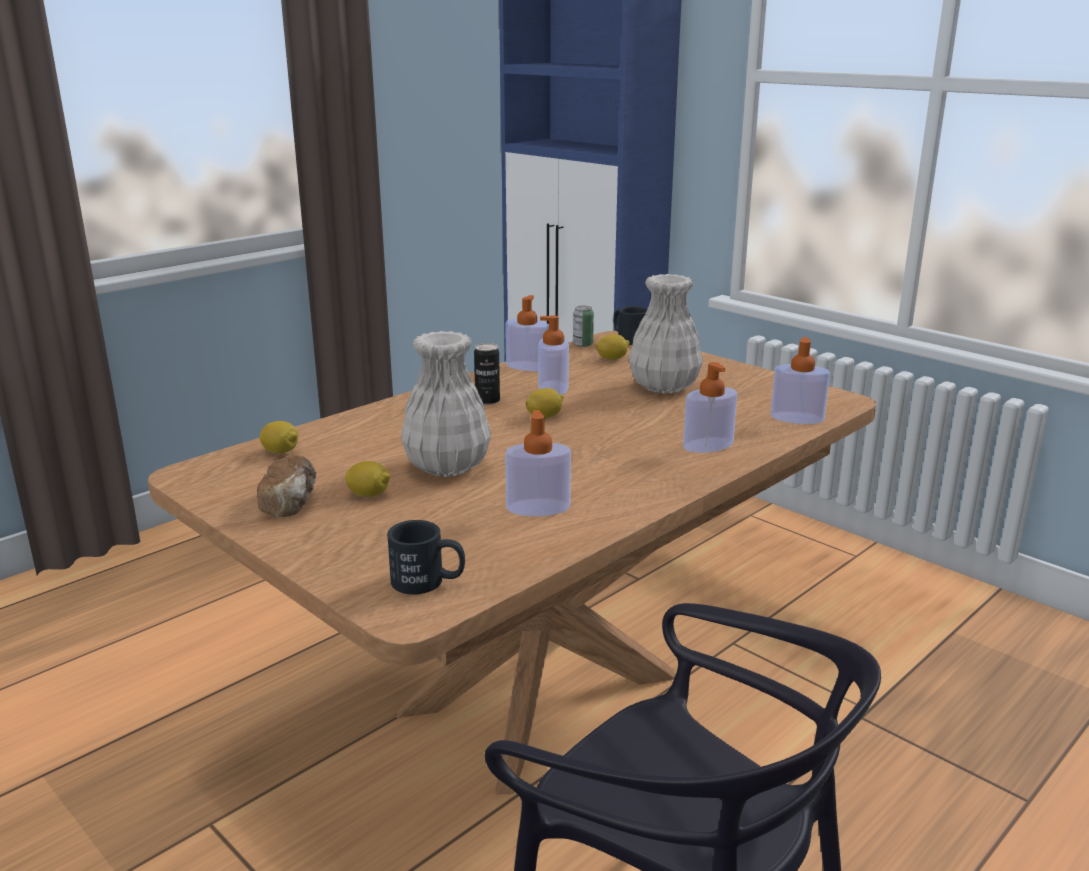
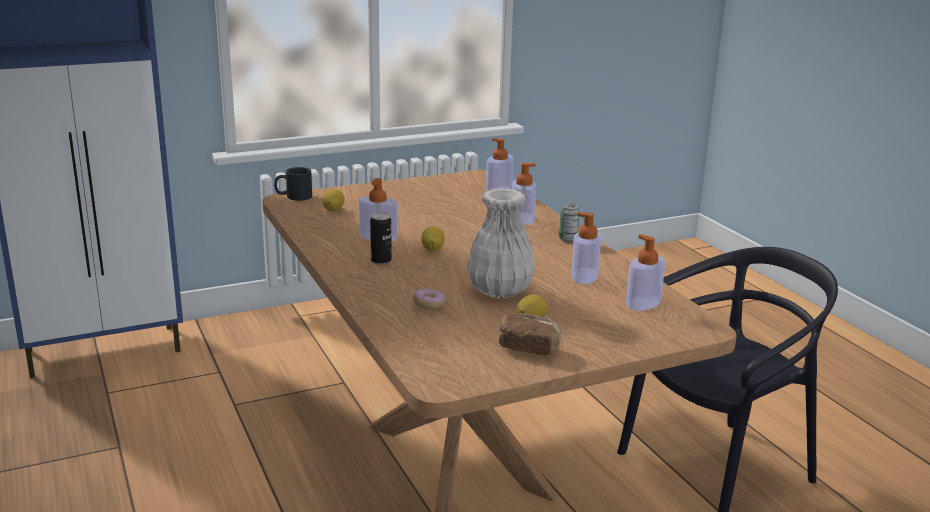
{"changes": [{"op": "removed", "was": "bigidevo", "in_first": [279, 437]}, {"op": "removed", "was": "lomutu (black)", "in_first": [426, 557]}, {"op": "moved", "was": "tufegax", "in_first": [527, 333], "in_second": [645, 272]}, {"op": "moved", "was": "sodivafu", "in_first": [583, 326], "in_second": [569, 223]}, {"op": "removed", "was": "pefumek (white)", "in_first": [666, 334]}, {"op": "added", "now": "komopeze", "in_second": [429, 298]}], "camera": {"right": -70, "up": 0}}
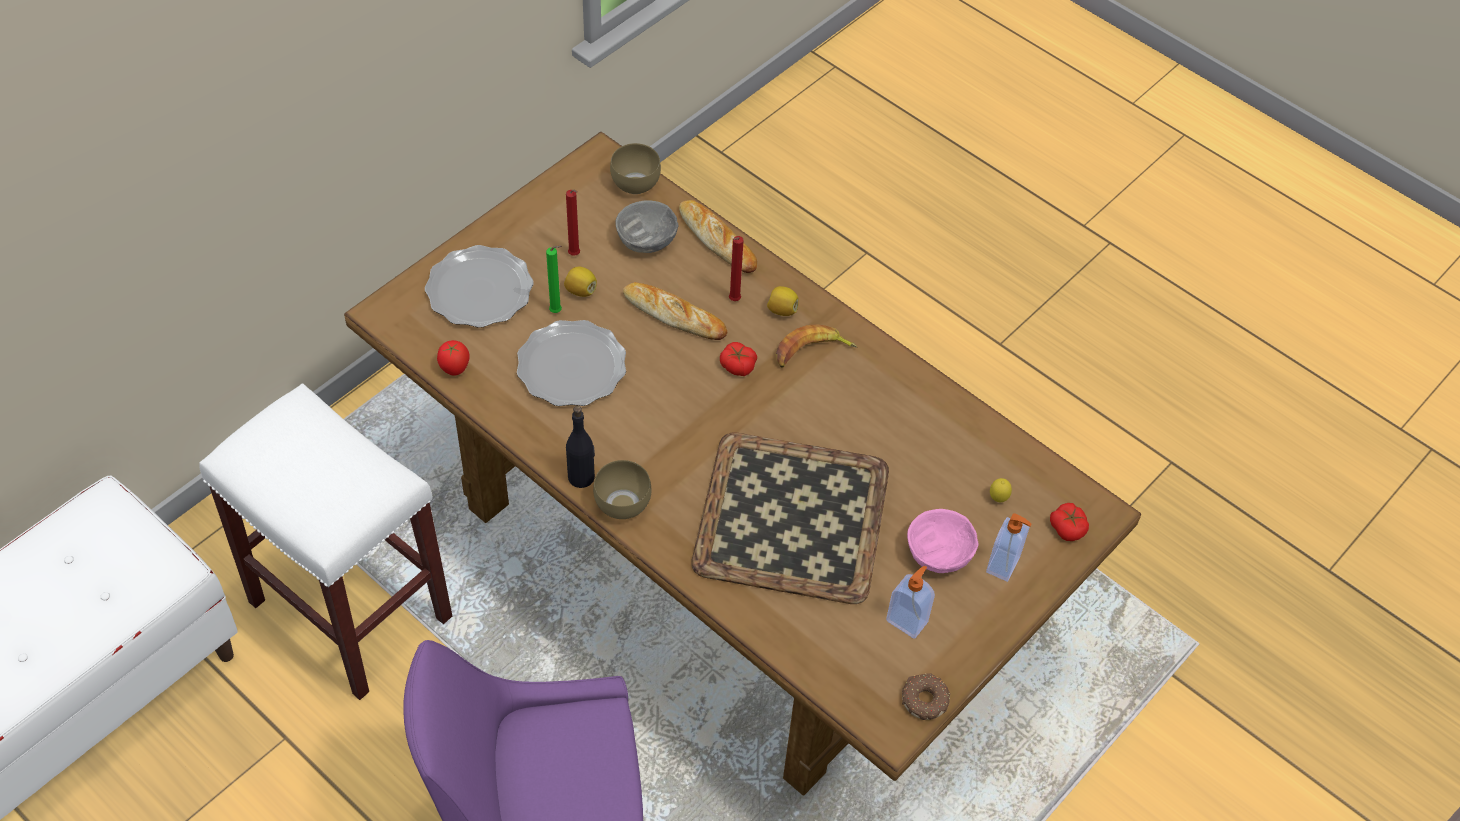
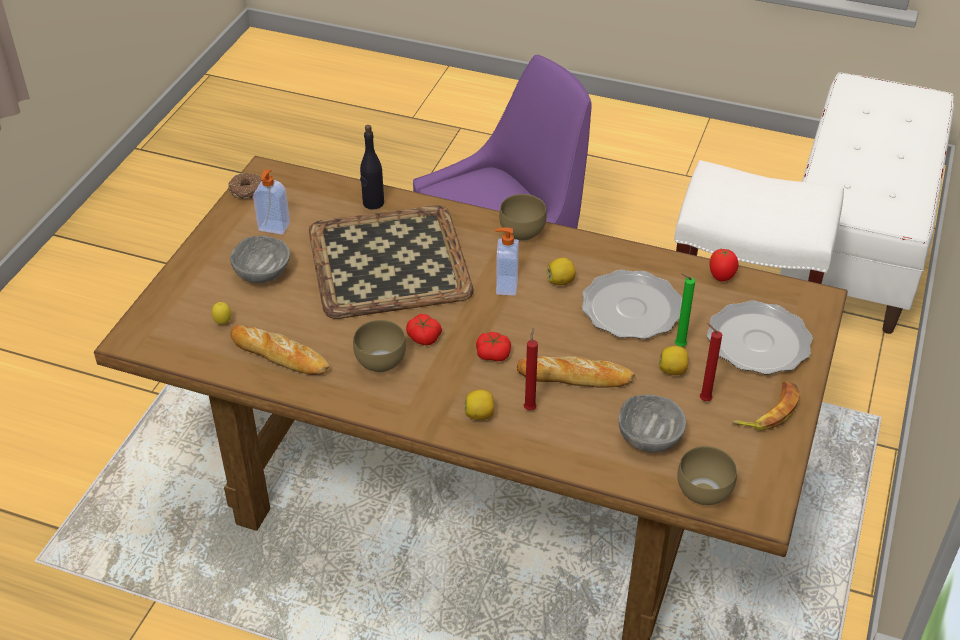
{"changes": [{"op": "moved", "was": "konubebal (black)", "in_first": [580, 447], "in_second": [372, 167]}, {"op": "moved", "was": "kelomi", "in_first": [718, 236], "in_second": [280, 350]}, {"op": "moved", "was": "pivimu", "in_first": [816, 346], "in_second": [766, 406]}, {"op": "recoloured", "was": "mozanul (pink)", "now": "mozanul (grey)", "in_first": [943, 541], "in_second": [260, 259]}, {"op": "moved", "was": "tufegax", "in_first": [1009, 547], "in_second": [507, 261]}, {"op": "moved", "was": "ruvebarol", "in_first": [1069, 522], "in_second": [424, 330]}, {"op": "added", "now": "mozanul (brown)", "in_second": [379, 346]}, {"op": "added", "now": "bigidevo", "in_second": [561, 271]}], "camera": {"right": 160, "up": -10}}
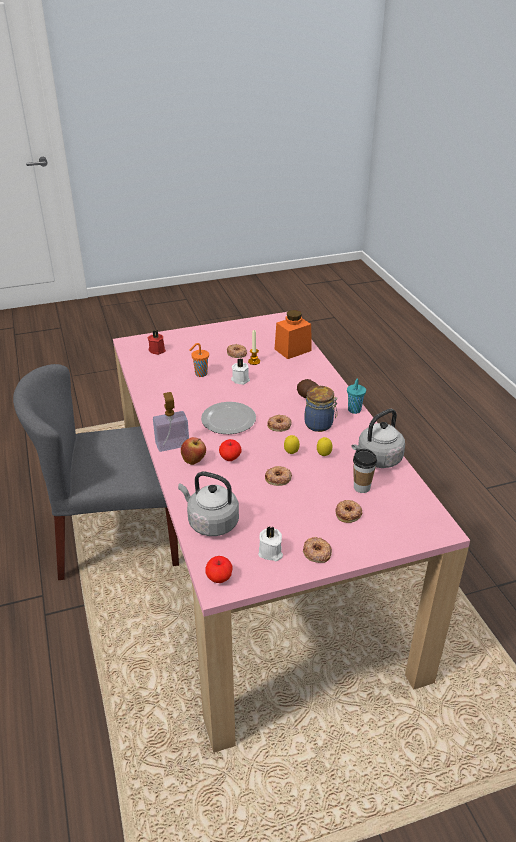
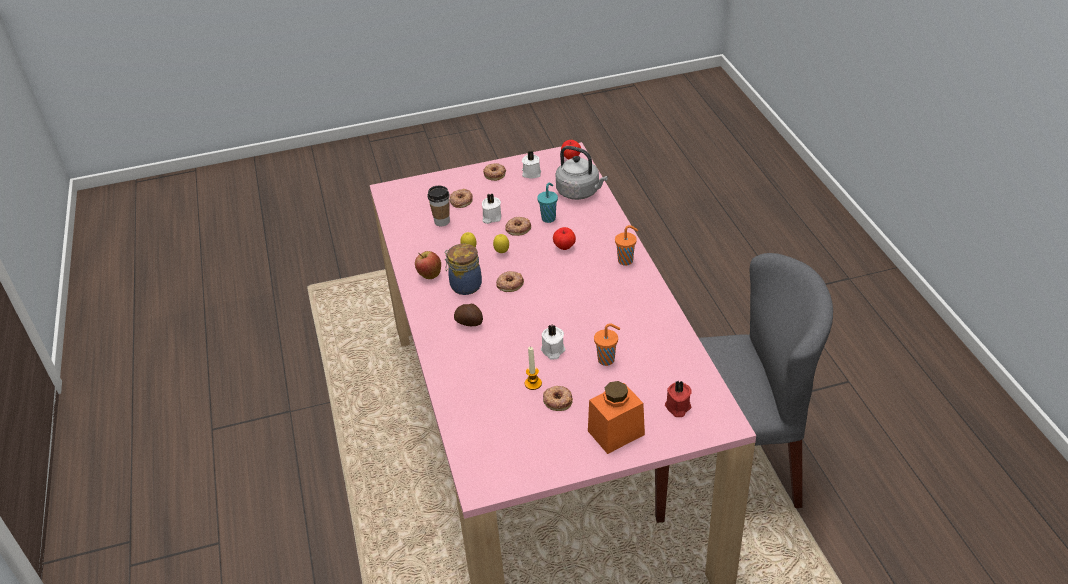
{"changes": [{"op": "replaced", "was": "tufegax", "now": "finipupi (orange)", "in_first": [171, 422], "in_second": [626, 245]}, {"op": "moved", "was": "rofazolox", "in_first": [193, 451], "in_second": [428, 265]}, {"op": "removed", "was": "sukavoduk", "in_first": [228, 418]}, {"op": "moved", "was": "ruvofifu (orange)", "in_first": [293, 334], "in_second": [616, 417]}, {"op": "moved", "was": "finipupi (turquoise)", "in_first": [356, 396], "in_second": [547, 203]}, {"op": "removed", "was": "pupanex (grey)", "in_first": [378, 438]}, {"op": "added", "now": "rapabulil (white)", "in_second": [491, 208]}], "camera": {"right": -175, "up": 5}}
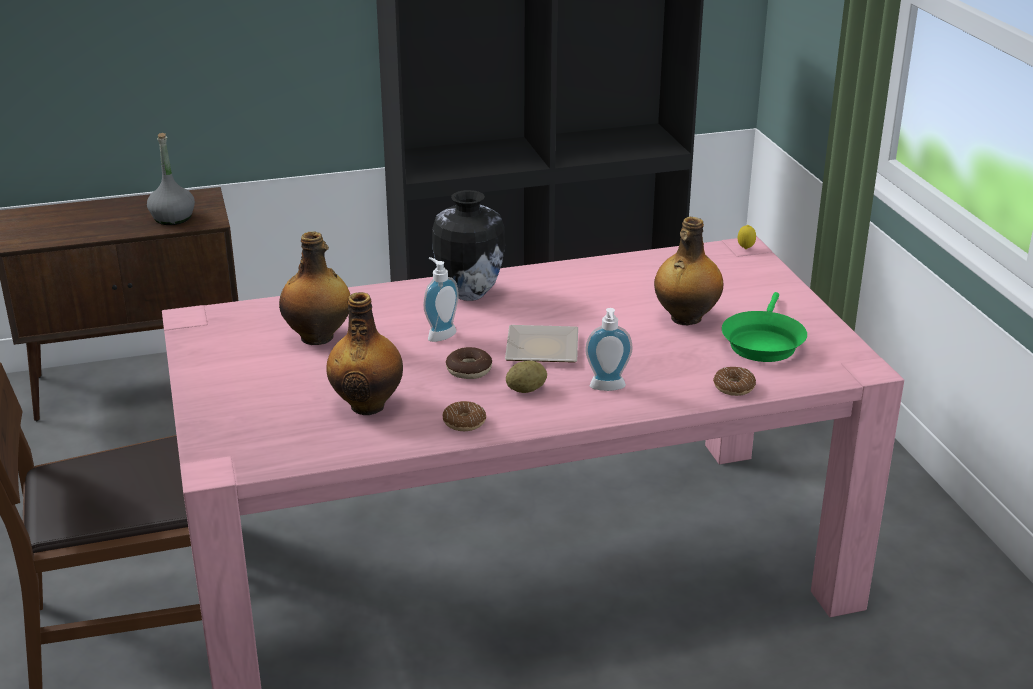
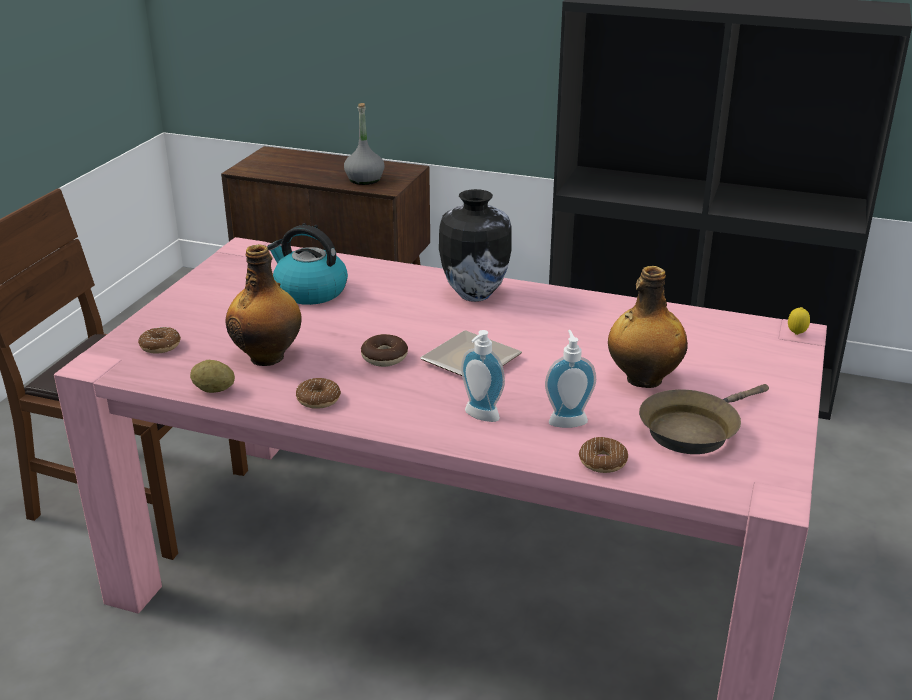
{"changes": [{"op": "replaced", "was": "konubebal", "now": "pupanex", "in_first": [314, 288], "in_second": [307, 265]}, {"op": "moved", "was": "tufegax", "in_first": [441, 299], "in_second": [570, 379]}, {"op": "moved", "was": "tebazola", "in_first": [526, 377], "in_second": [212, 376]}, {"op": "recoloured", "was": "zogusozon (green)", "now": "zogusozon (brown)", "in_first": [764, 327], "in_second": [704, 419]}, {"op": "added", "now": "komopeze", "in_second": [159, 340]}], "camera": {"right": 35, "up": 0}}
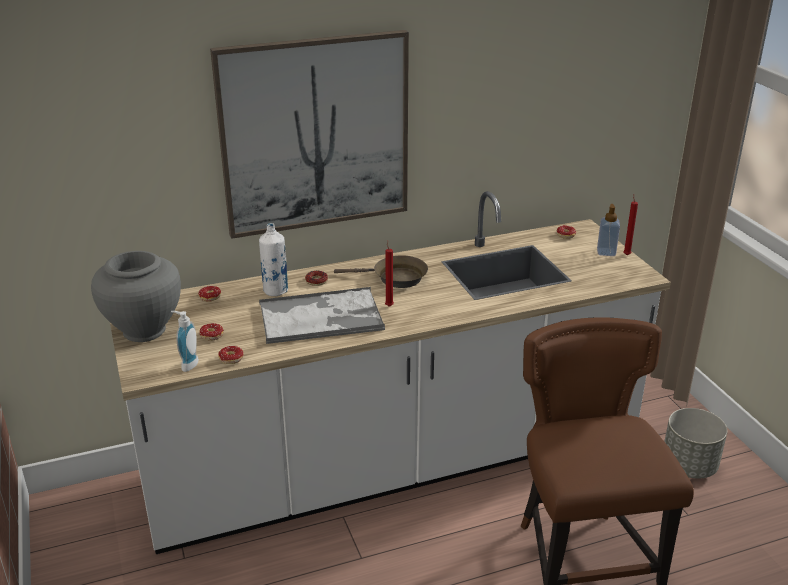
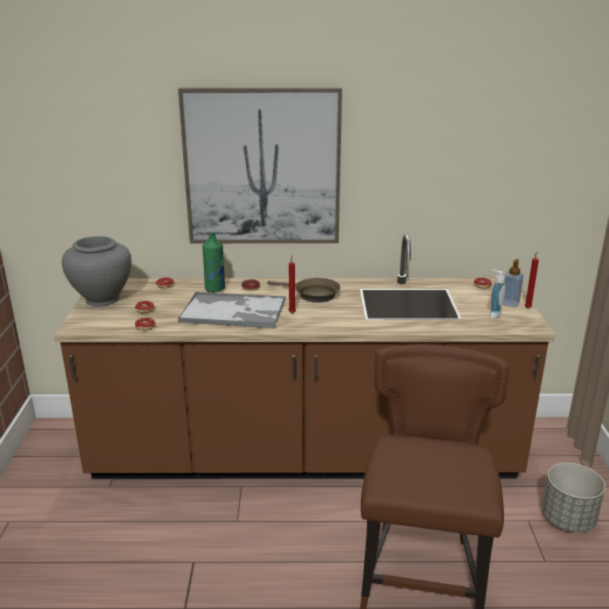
{"changes": [{"op": "recoloured", "was": "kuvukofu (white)", "now": "kuvukofu (brown)", "in_first": [390, 372], "in_second": [304, 356]}, {"op": "moved", "was": "tufegax", "in_first": [185, 341], "in_second": [497, 294]}, {"op": "recoloured", "was": "konubebal (white)", "now": "konubebal (green)", "in_first": [273, 259], "in_second": [213, 262]}], "camera": {"right": 20, "up": -5}}
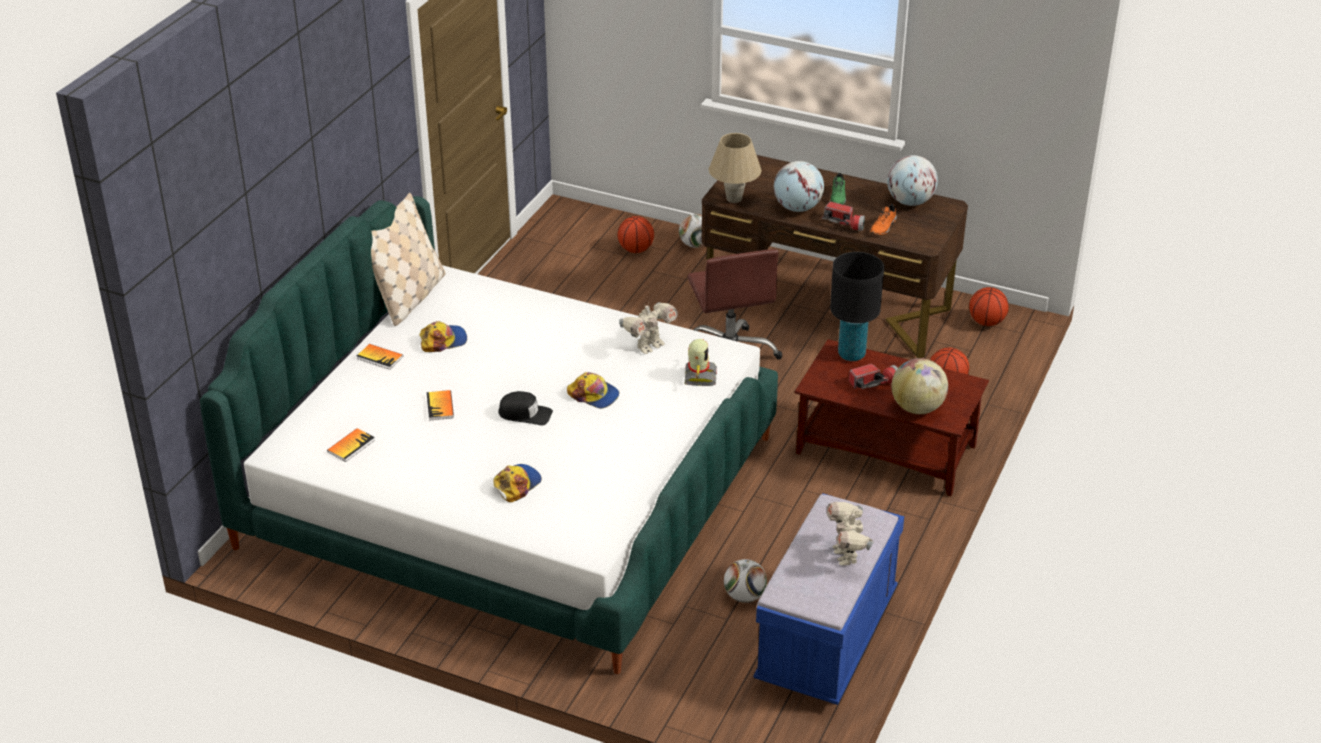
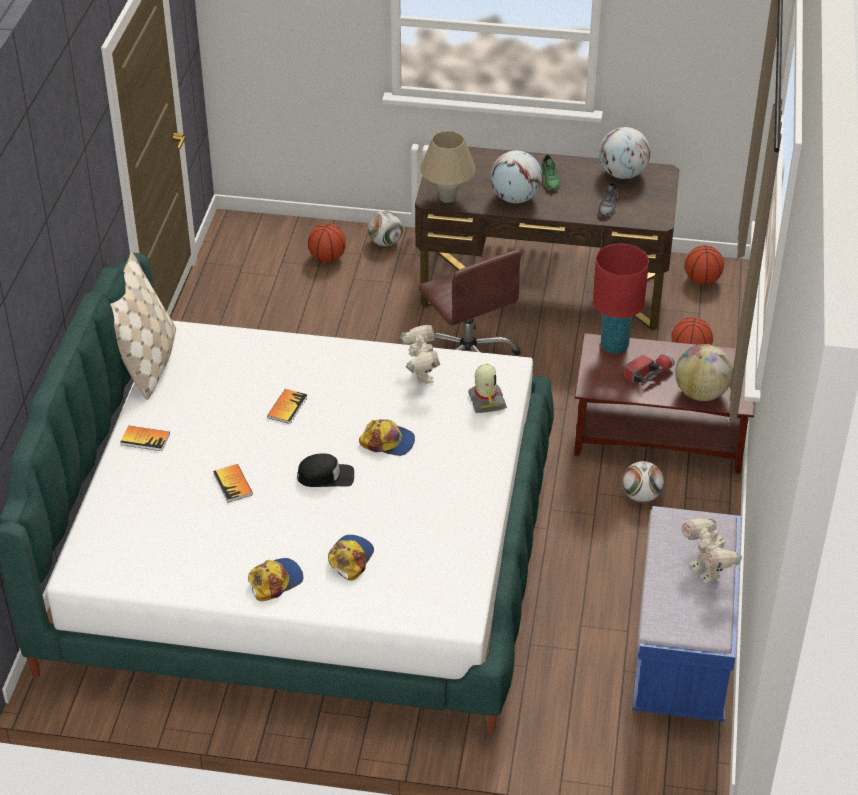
{"changes": [{"op": "moved", "was": "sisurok", "in_first": [351, 445], "in_second": [287, 406]}, {"op": "moved", "was": "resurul", "in_first": [443, 336], "in_second": [275, 579]}, {"op": "turned", "was": "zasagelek", "in_first": [648, 327], "in_second": [420, 354], "clockwise": -45}, {"op": "moved", "was": "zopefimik", "in_first": [745, 581], "in_second": [643, 482]}, {"op": "removed", "was": "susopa", "in_first": [843, 216]}, {"op": "recoloured", "was": "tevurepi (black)", "now": "tevurepi (red)", "in_first": [857, 306], "in_second": [621, 299]}, {"op": "recoloured", "was": "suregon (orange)", "now": "suregon (grey)", "in_first": [883, 219], "in_second": [608, 198]}], "camera": {"right": -15, "up": 5}}
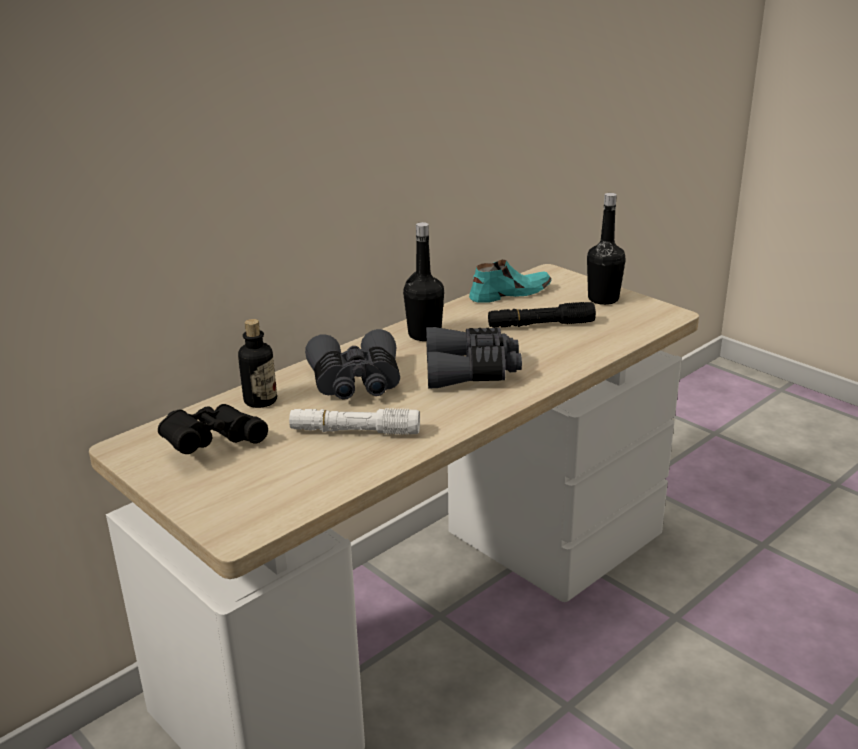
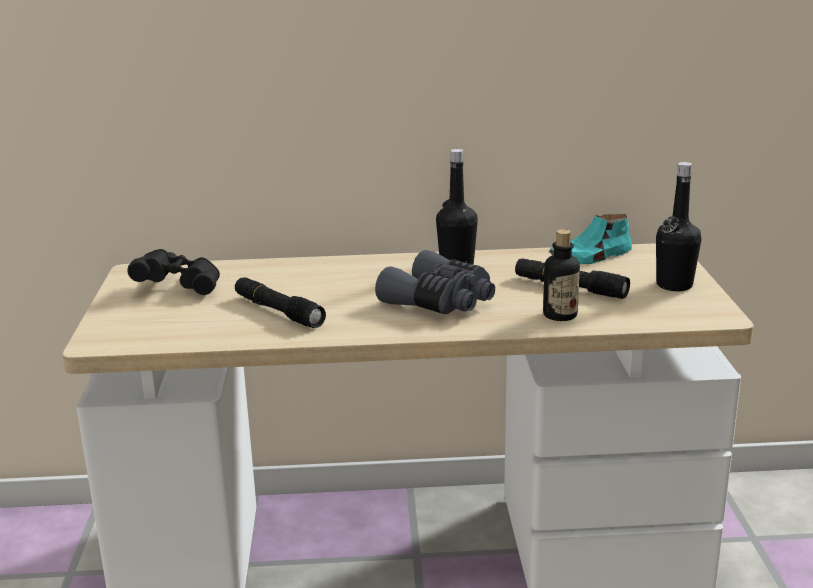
{"changes": [{"op": "moved", "was": "konubebal", "in_first": [257, 363], "in_second": [561, 275]}, {"op": "recoloured", "was": "susopa (white)", "now": "susopa (black)", "in_first": [354, 421], "in_second": [280, 302]}, {"op": "removed", "was": "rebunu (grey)", "in_first": [352, 364]}, {"op": "turned", "was": "suregon (turquoise)", "in_first": [510, 281], "in_second": [590, 239], "clockwise": 135}], "camera": {"right": 40, "up": -5}}
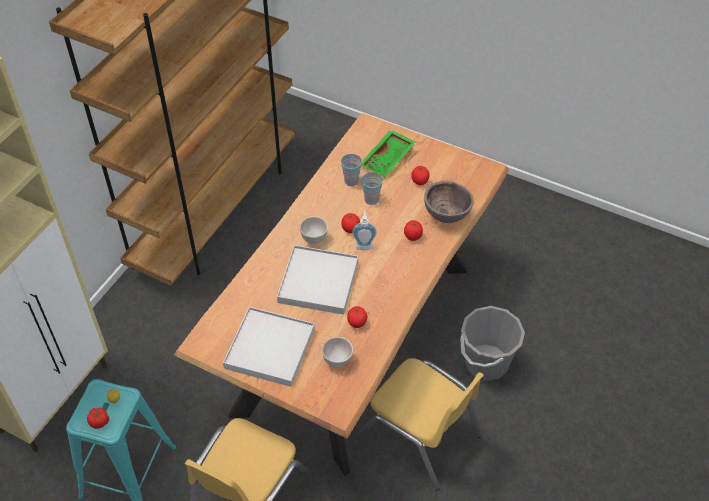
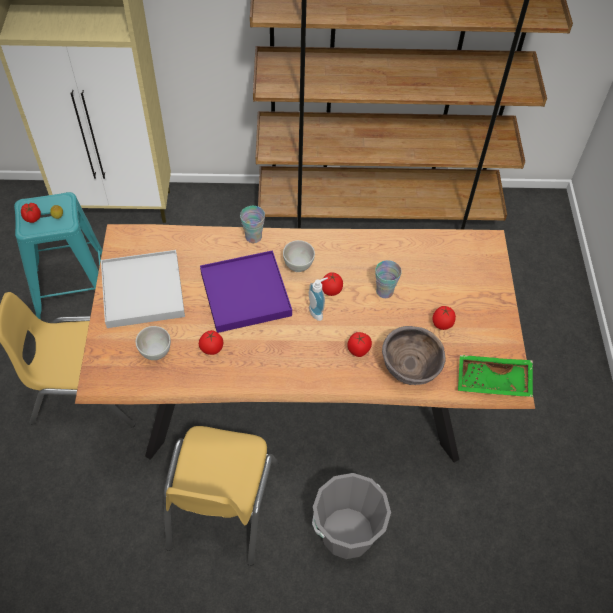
{"changes": [{"op": "recoloured", "was": "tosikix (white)", "now": "tosikix (purple)", "in_first": [317, 280], "in_second": [246, 291]}, {"op": "moved", "was": "finipupi", "in_first": [351, 170], "in_second": [252, 224]}, {"op": "moved", "was": "tosikix (green)", "in_first": [388, 153], "in_second": [495, 376]}], "camera": {"right": 60, "up": 5}}
